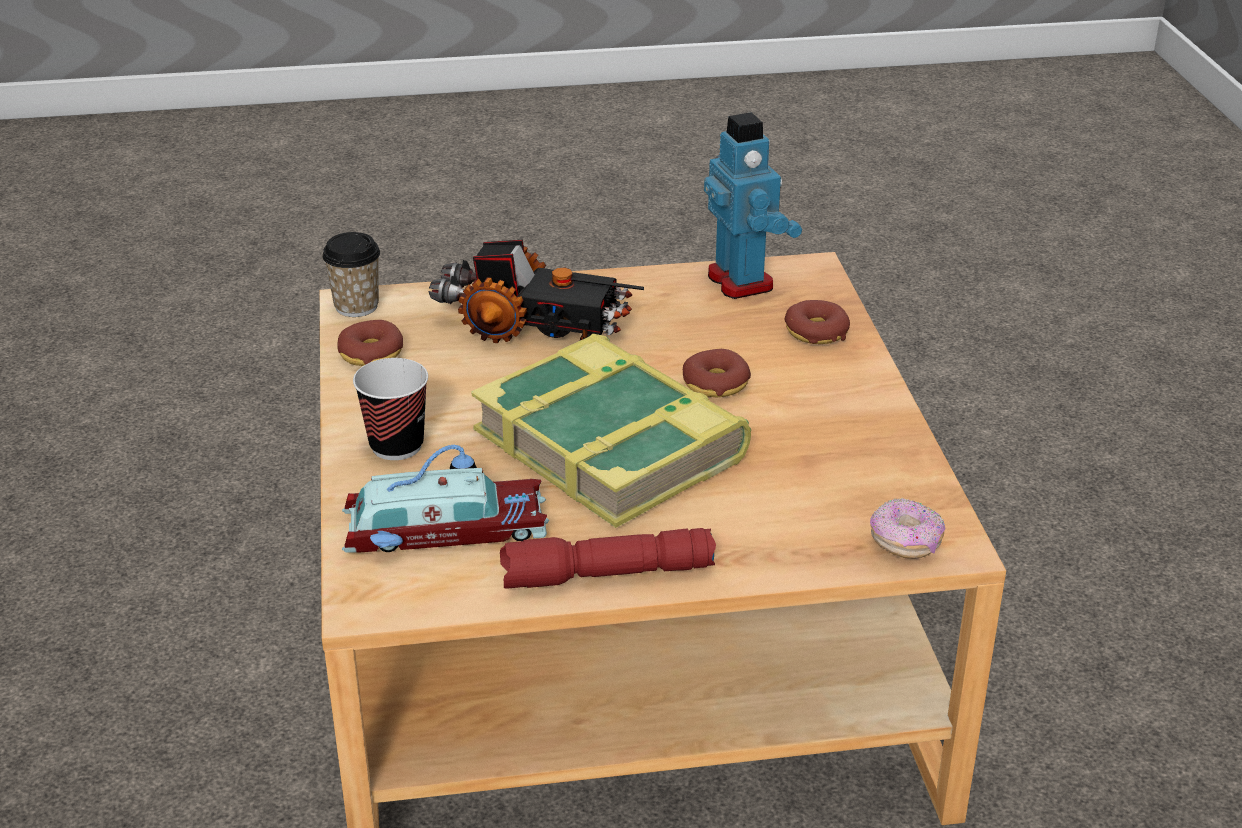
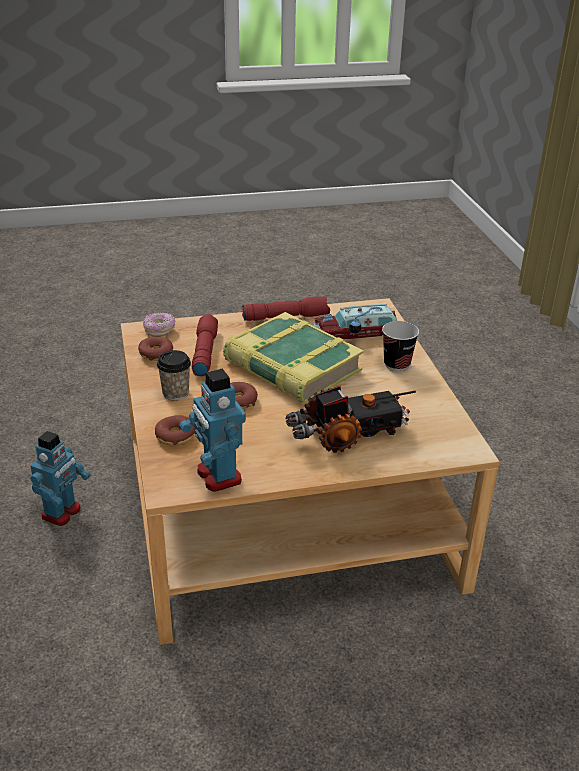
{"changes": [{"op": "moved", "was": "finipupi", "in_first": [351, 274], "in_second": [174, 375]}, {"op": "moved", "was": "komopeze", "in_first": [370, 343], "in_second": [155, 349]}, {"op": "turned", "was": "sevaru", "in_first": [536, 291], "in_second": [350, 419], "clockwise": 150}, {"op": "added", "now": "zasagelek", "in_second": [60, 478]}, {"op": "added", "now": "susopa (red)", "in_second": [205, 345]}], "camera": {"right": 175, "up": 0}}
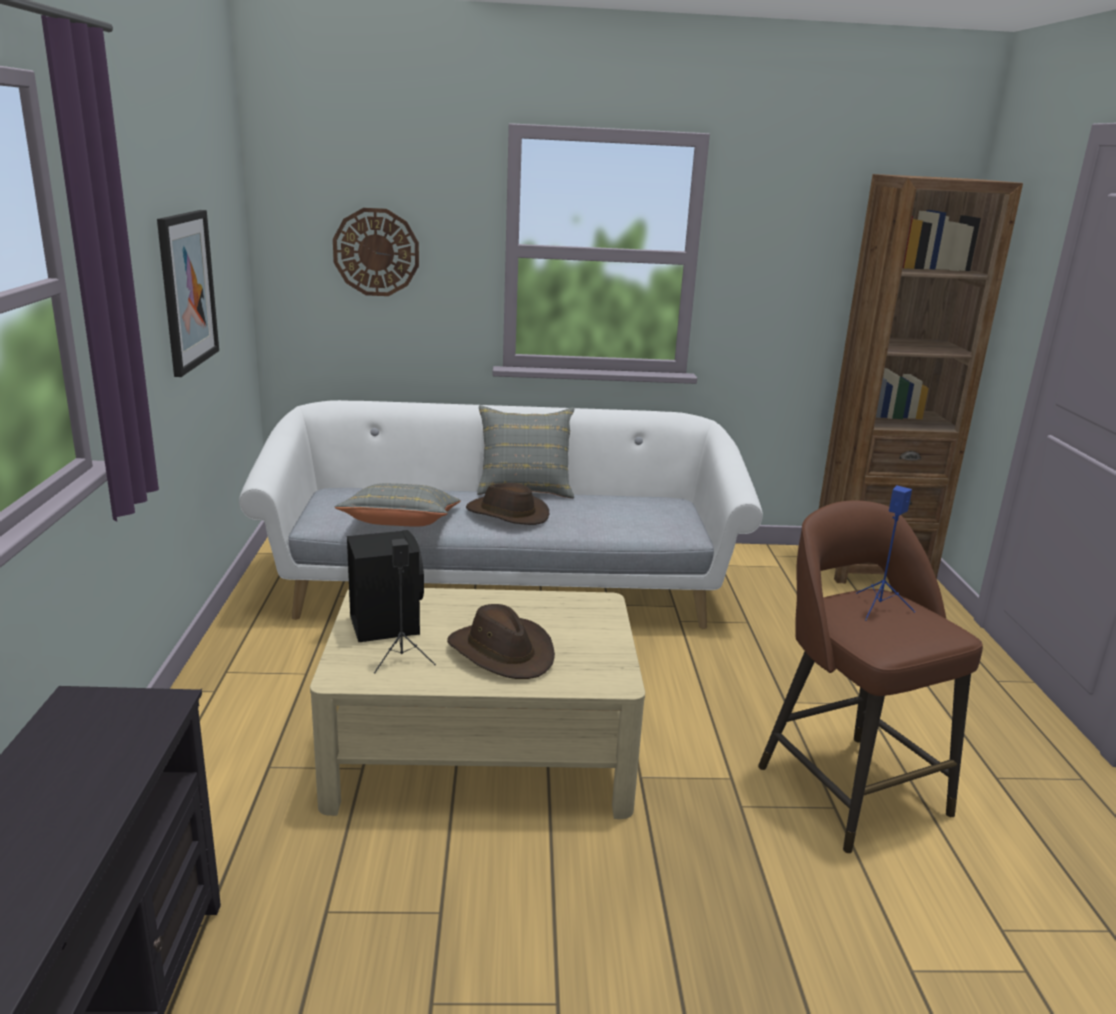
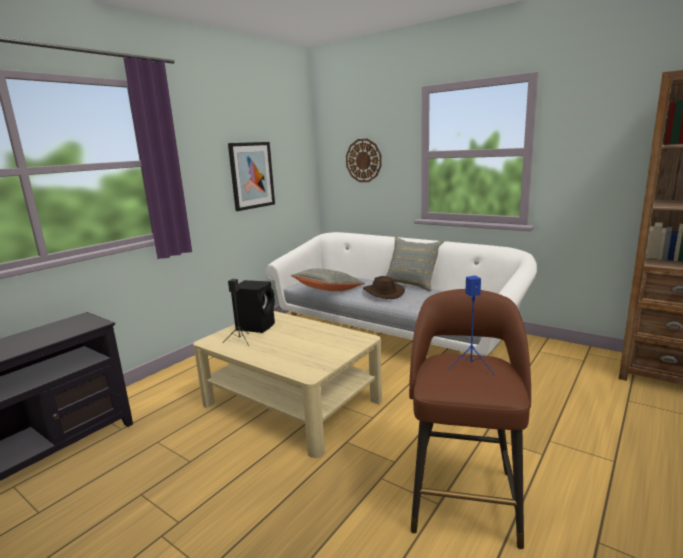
{"changes": [{"op": "removed", "was": "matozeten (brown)", "in_first": [501, 641]}], "camera": {"right": 40, "up": -5}}
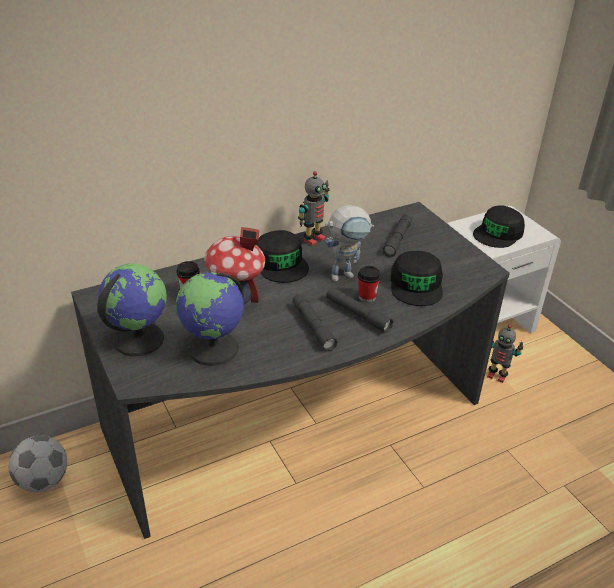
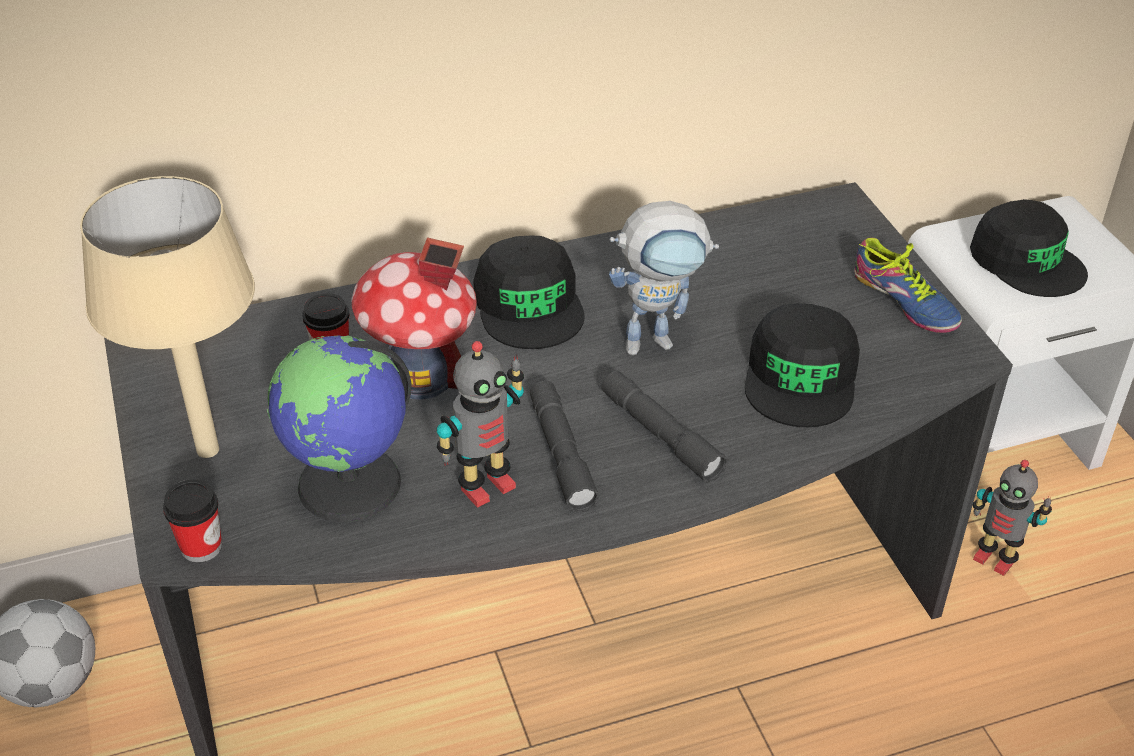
{"changes": [{"op": "replaced", "was": "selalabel", "now": "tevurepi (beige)", "in_first": [132, 309], "in_second": [167, 317]}, {"op": "moved", "was": "zasagelek", "in_first": [314, 208], "in_second": [480, 424]}, {"op": "moved", "was": "finipupi", "in_first": [369, 284], "in_second": [192, 521]}, {"op": "removed", "was": "susopa (grey)", "in_first": [397, 235]}, {"op": "turned", "was": "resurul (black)", "in_first": [499, 226], "in_second": [1029, 248], "clockwise": -90}, {"op": "added", "now": "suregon", "in_second": [908, 285]}], "camera": {"right": 10, "up": 5}}
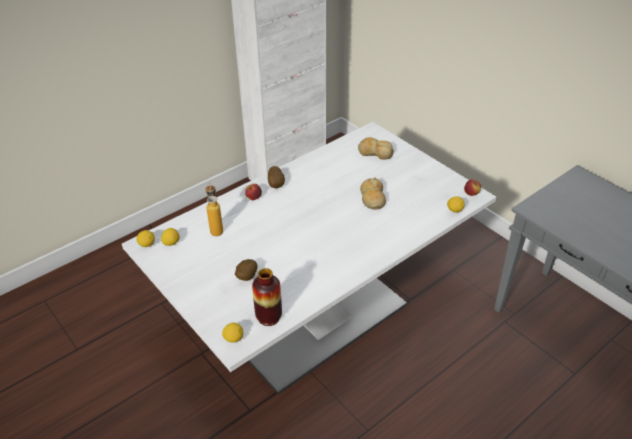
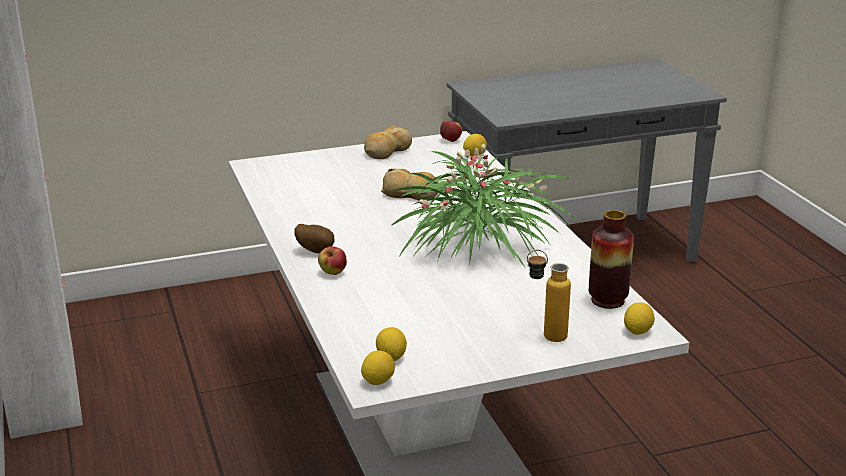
{"changes": [{"op": "moved", "was": "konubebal", "in_first": [214, 209], "in_second": [549, 296]}, {"op": "removed", "was": "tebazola", "in_first": [246, 270]}, {"op": "moved", "was": "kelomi", "in_first": [376, 148], "in_second": [388, 142]}, {"op": "added", "now": "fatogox", "in_second": [482, 206]}], "camera": {"right": -70, "up": -15}}
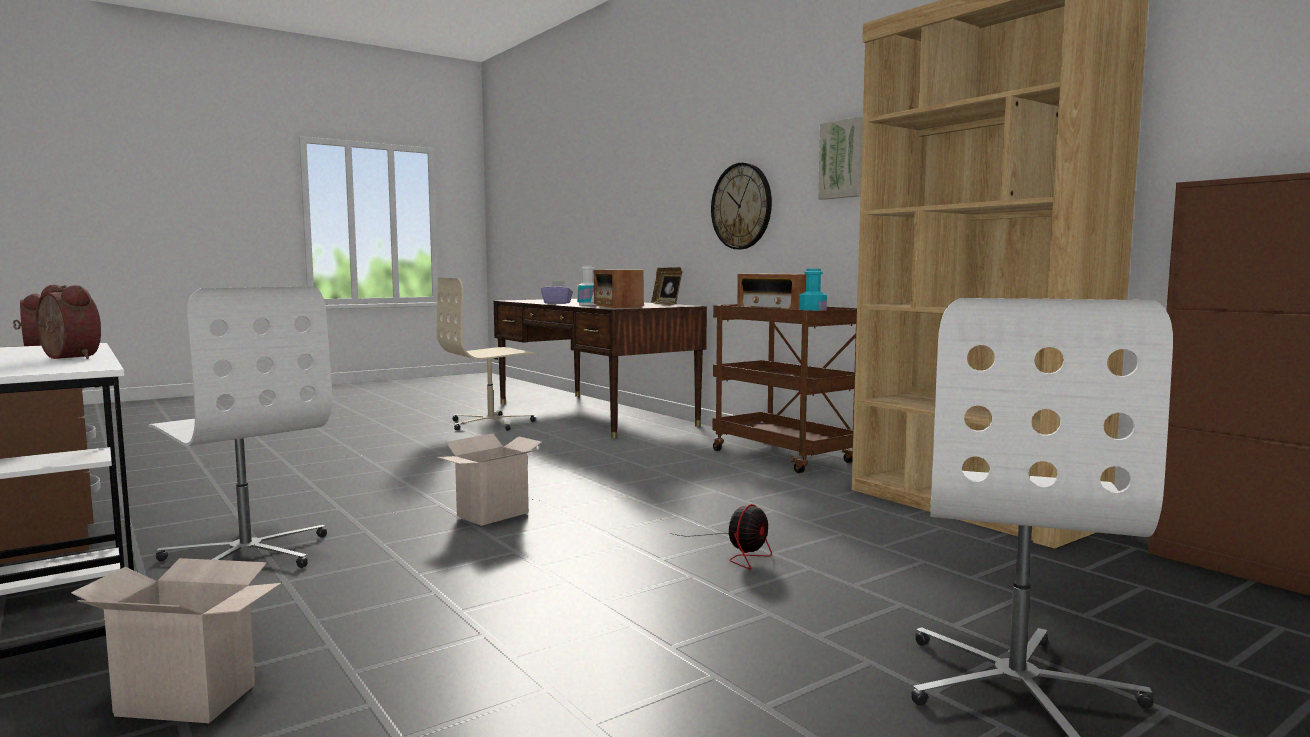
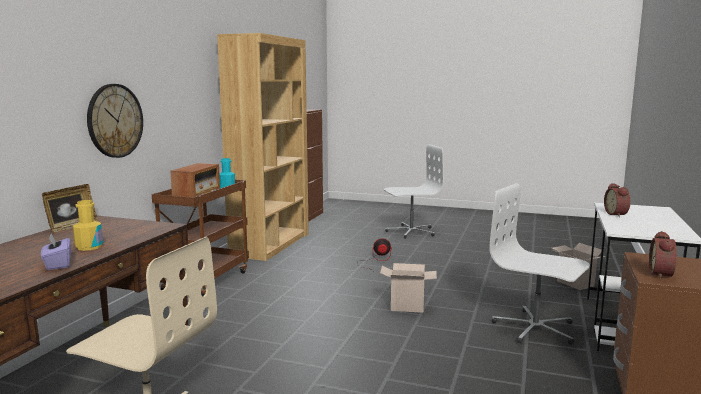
{"changes": [{"op": "turned", "was": "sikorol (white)", "in_first": [240, 427], "in_second": [539, 264], "clockwise": -60}, {"op": "recoloured", "was": "konubebal (white)", "now": "konubebal (yellow)", "in_first": [586, 285], "in_second": [88, 225]}, {"op": "removed", "was": "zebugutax", "in_first": [619, 289]}, {"op": "removed", "was": "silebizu", "in_first": [840, 158]}], "camera": {"right": -125, "up": 5}}
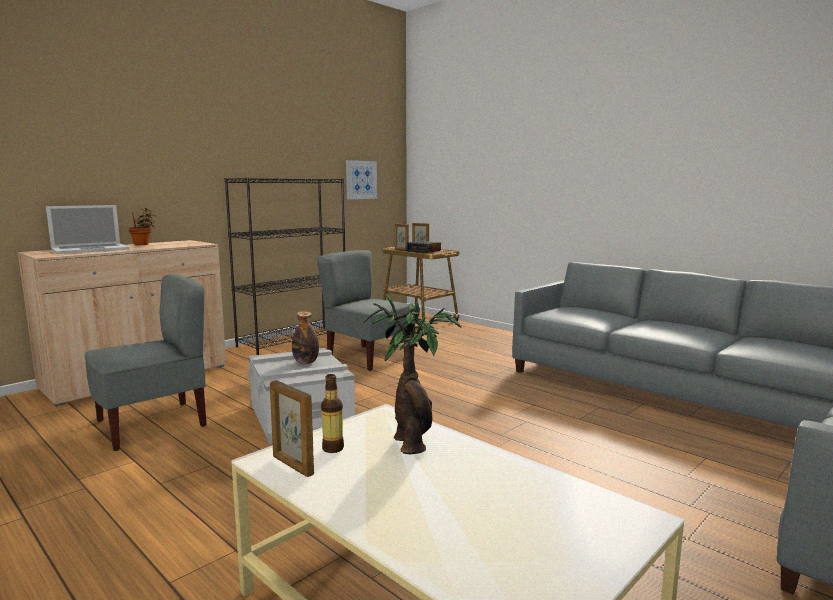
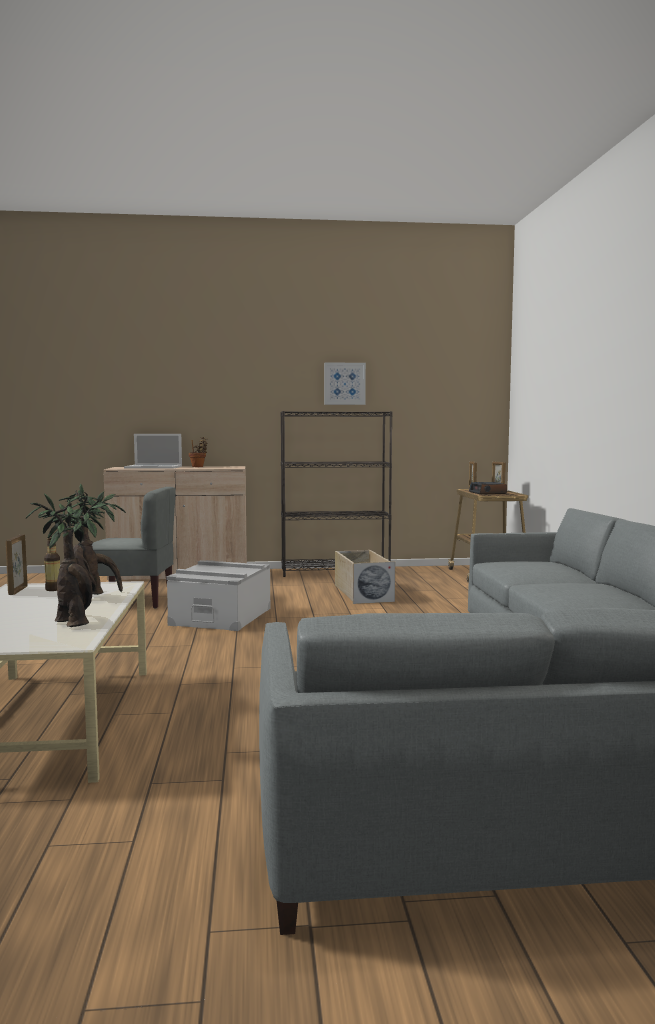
{"changes": [{"op": "removed", "was": "konubebal", "in_first": [305, 337]}, {"op": "replaced", "was": "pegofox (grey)", "now": "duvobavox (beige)", "in_first": [365, 310], "in_second": [365, 577]}, {"op": "moved", "was": "silebizu", "in_first": [361, 179], "in_second": [345, 383]}, {"op": "added", "now": "fatogox", "in_second": [70, 560]}], "camera": {"right": 40, "up": -5}}
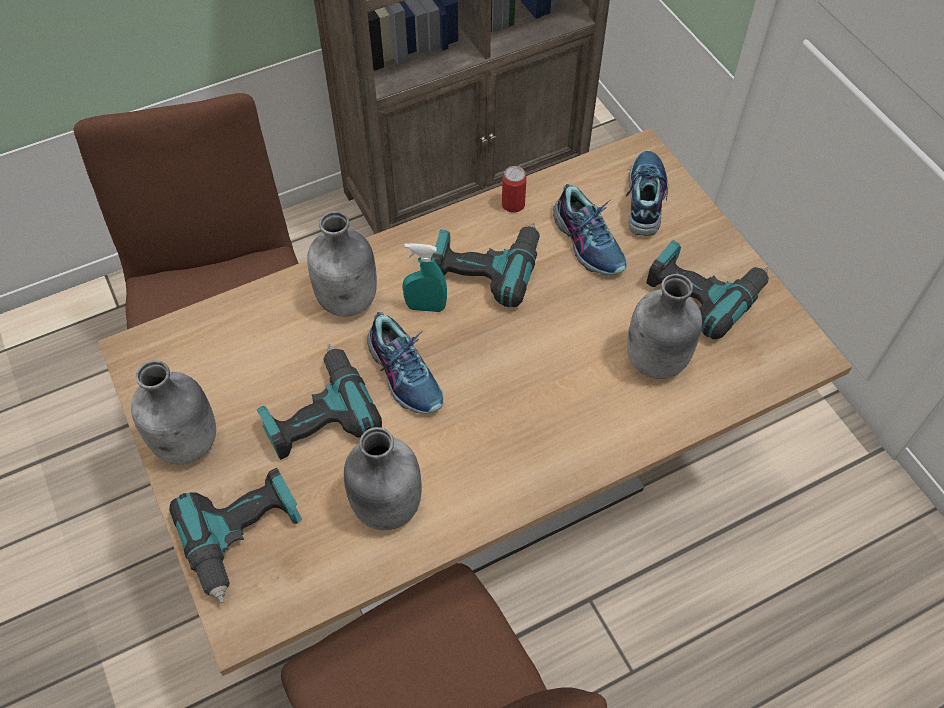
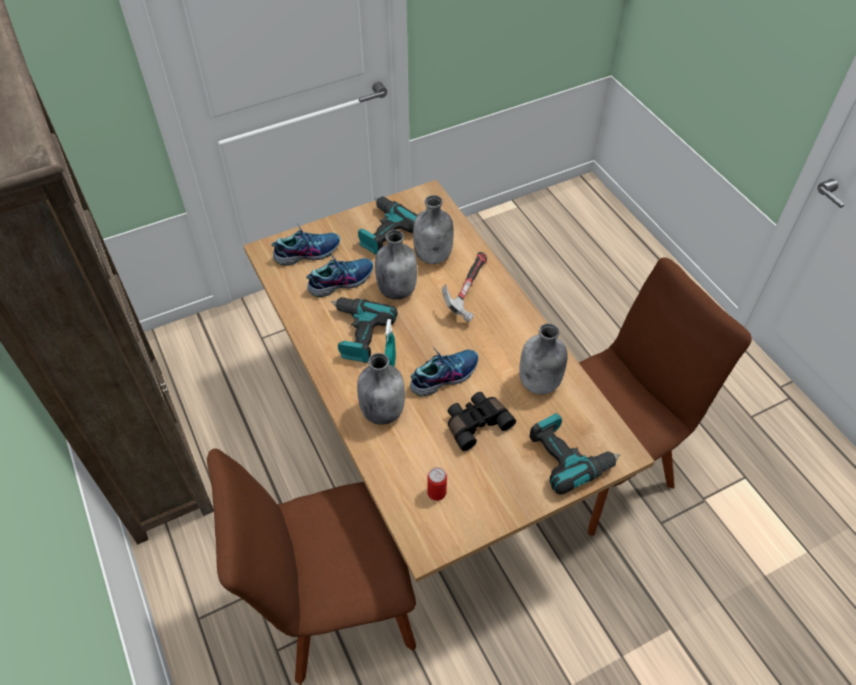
{"changes": [{"op": "moved", "was": "konubebal (grey)", "in_first": [173, 412], "in_second": [396, 265]}, {"op": "replaced", "was": "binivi", "now": "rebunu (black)", "in_first": [319, 402], "in_second": [482, 421]}, {"op": "moved", "was": "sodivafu", "in_first": [514, 189], "in_second": [437, 484]}, {"op": "turned", "was": "suregon", "in_first": [647, 193], "in_second": [306, 244], "clockwise": 150}, {"op": "added", "now": "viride", "in_second": [464, 287]}], "camera": {"right": -90, "up": -5}}
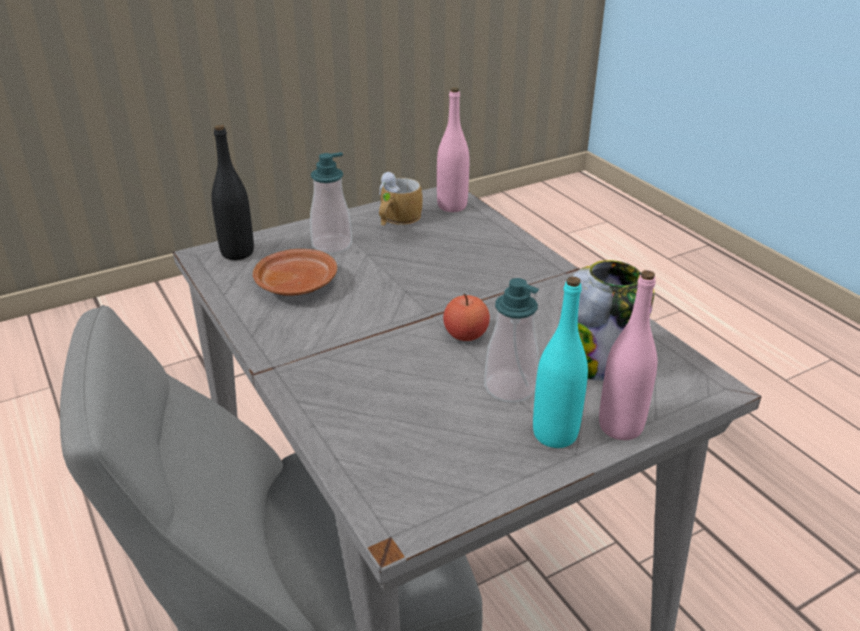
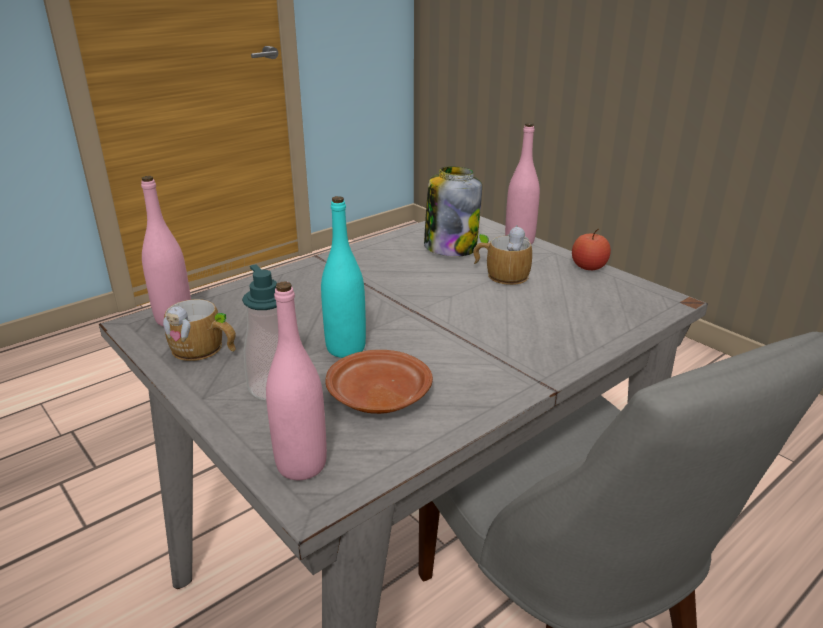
{"changes": [{"op": "recoloured", "was": "konubebal (black)", "now": "konubebal (pink)", "in_first": [232, 192], "in_second": [296, 380]}, {"op": "moved", "was": "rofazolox", "in_first": [466, 317], "in_second": [591, 249]}, {"op": "replaced", "was": "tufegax", "now": "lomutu", "in_first": [511, 340], "in_second": [502, 255]}, {"op": "moved", "was": "konubebal (turquoise)", "in_first": [560, 362], "in_second": [343, 277]}], "camera": {"right": -100, "up": -5}}
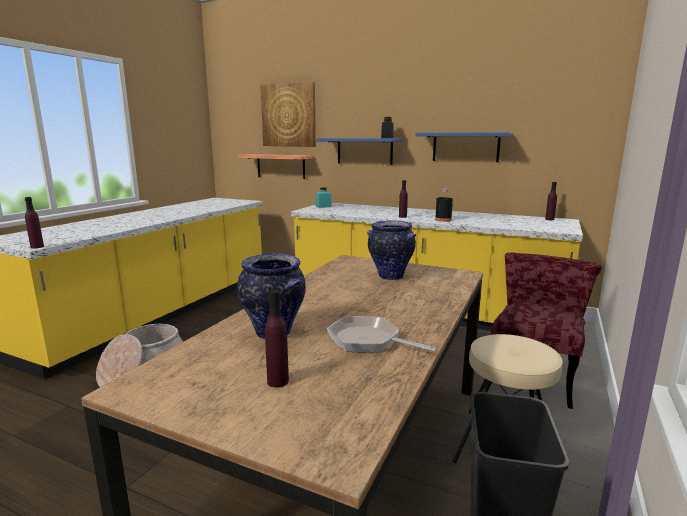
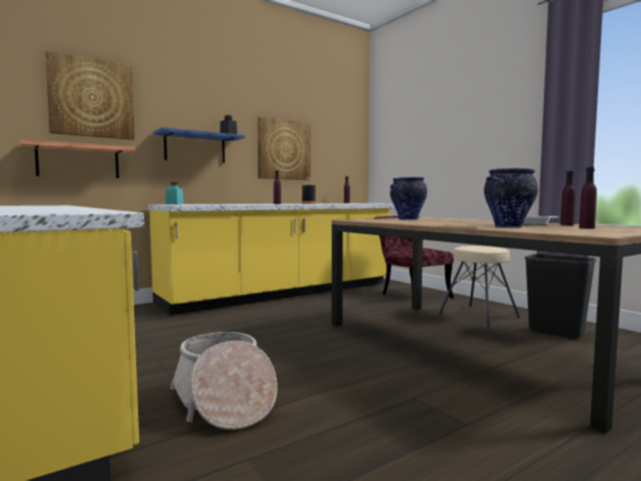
{"changes": [{"op": "moved", "was": "konubebal (purple)", "in_first": [34, 223], "in_second": [568, 198]}, {"op": "replaced", "was": "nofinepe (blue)", "now": "silebizu", "in_first": [464, 147], "in_second": [284, 148]}], "camera": {"right": -60, "up": -10}}
